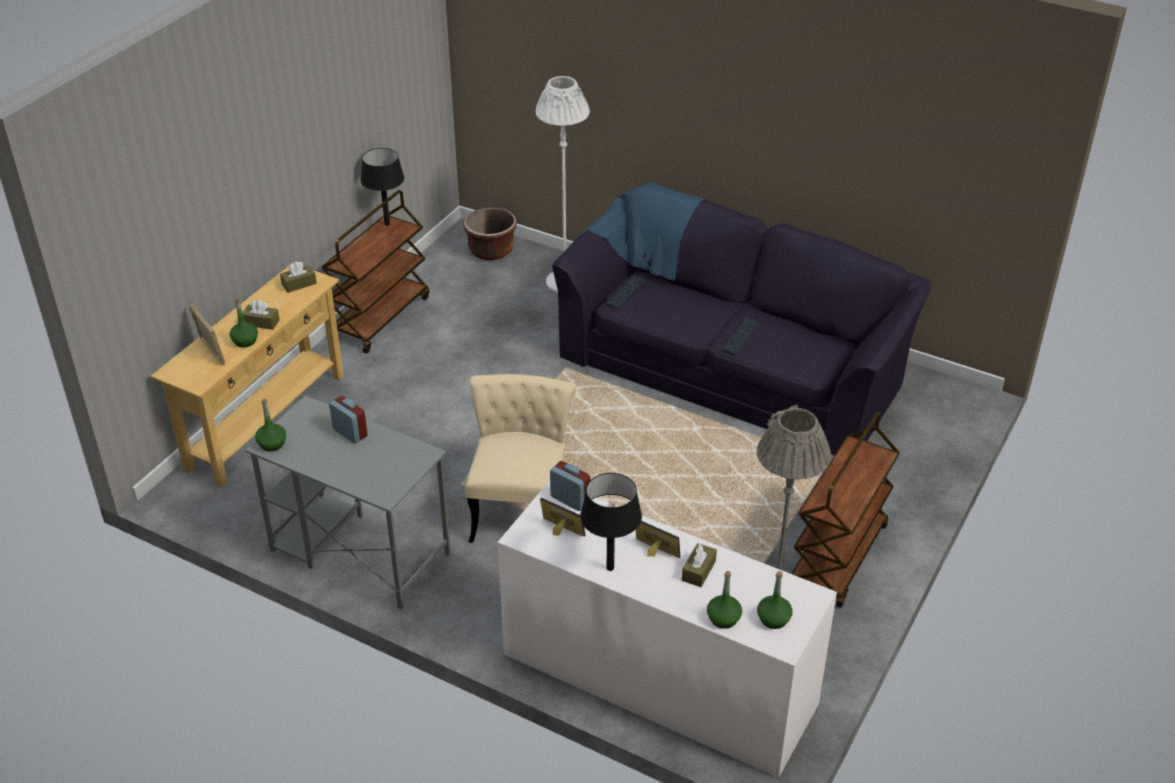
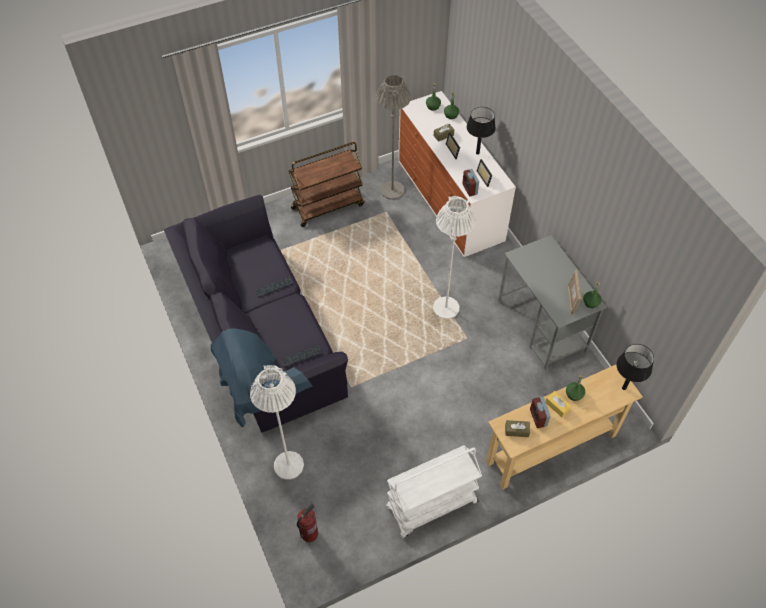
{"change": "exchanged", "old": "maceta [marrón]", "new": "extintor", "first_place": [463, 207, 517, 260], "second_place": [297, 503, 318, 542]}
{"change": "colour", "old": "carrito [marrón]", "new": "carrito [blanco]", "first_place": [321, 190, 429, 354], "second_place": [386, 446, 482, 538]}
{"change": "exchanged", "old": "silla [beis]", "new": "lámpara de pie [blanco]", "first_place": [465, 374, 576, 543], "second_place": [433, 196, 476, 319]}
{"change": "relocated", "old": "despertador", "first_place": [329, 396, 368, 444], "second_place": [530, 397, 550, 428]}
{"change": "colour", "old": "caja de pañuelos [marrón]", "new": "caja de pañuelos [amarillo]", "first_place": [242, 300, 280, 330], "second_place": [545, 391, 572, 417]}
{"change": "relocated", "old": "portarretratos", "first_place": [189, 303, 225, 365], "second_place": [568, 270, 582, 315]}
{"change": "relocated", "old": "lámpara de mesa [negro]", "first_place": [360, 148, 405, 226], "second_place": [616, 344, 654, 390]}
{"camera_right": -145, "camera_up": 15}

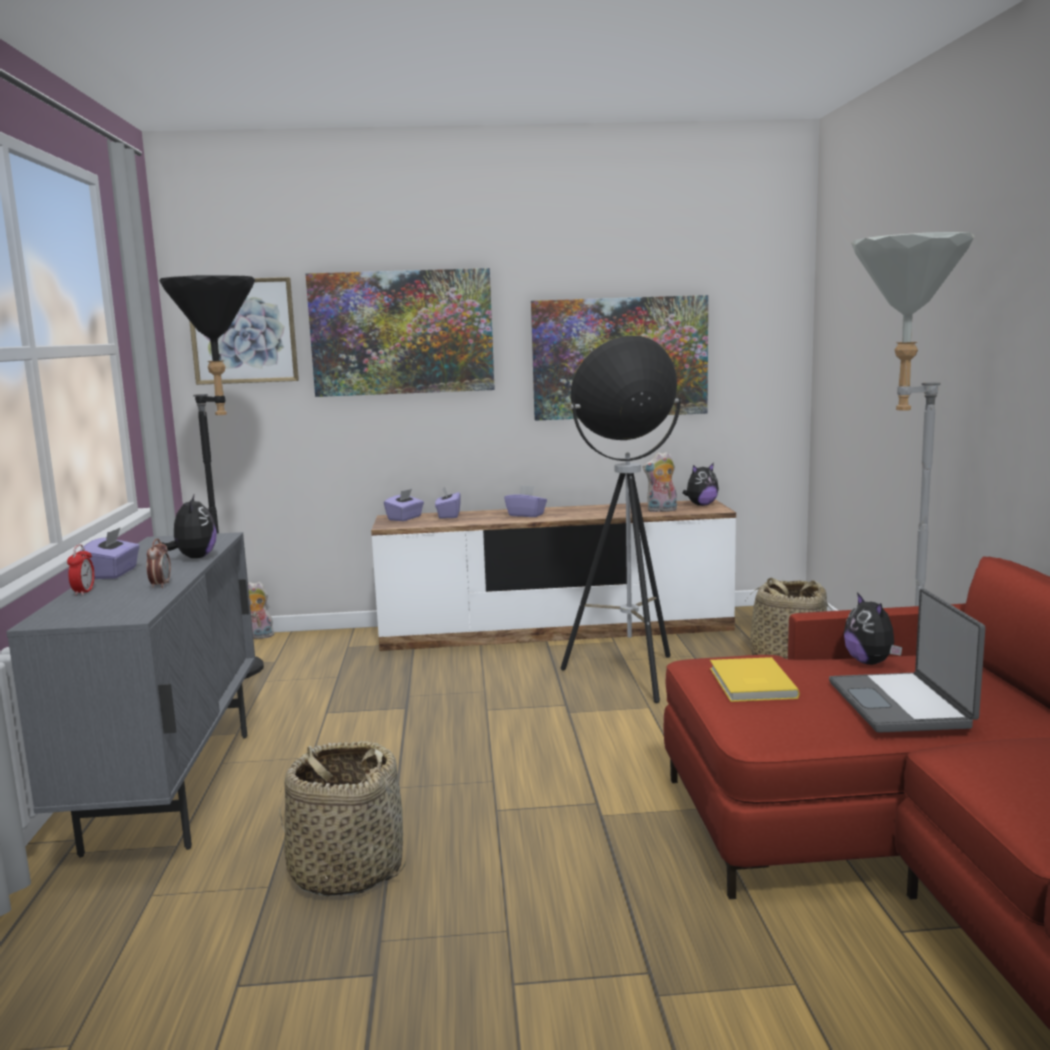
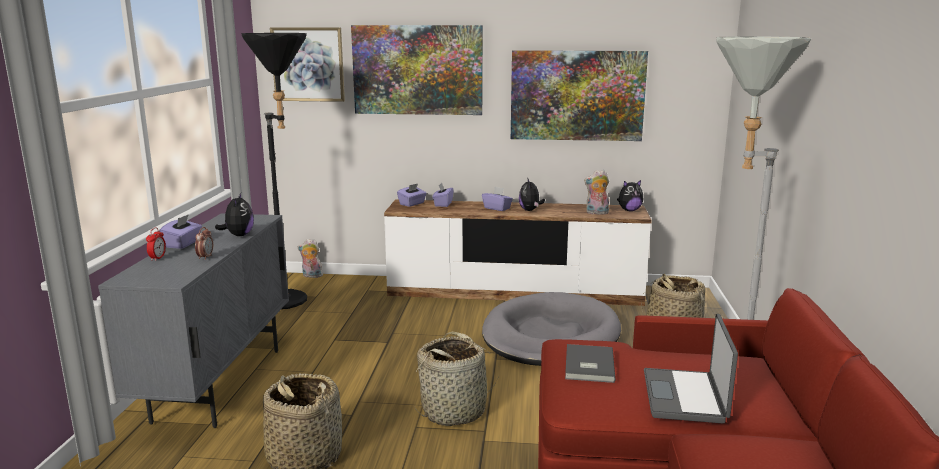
{"change": "appeared", "new": "cesta", "second_place": [414, 332, 499, 426]}
{"change": "exchanged", "old": "lámpara de pie", "new": "cama para perro [gris]", "first_place": [561, 335, 681, 703], "second_place": [482, 292, 621, 366]}
{"change": "relocated", "old": "peluche", "first_place": [844, 592, 902, 665], "second_place": [519, 179, 545, 211]}
{"change": "colour", "old": "libro [amarillo]", "new": "libro [gris]", "first_place": [710, 657, 800, 702], "second_place": [565, 344, 616, 383]}
{"camera_right": 10, "camera_up": 5}

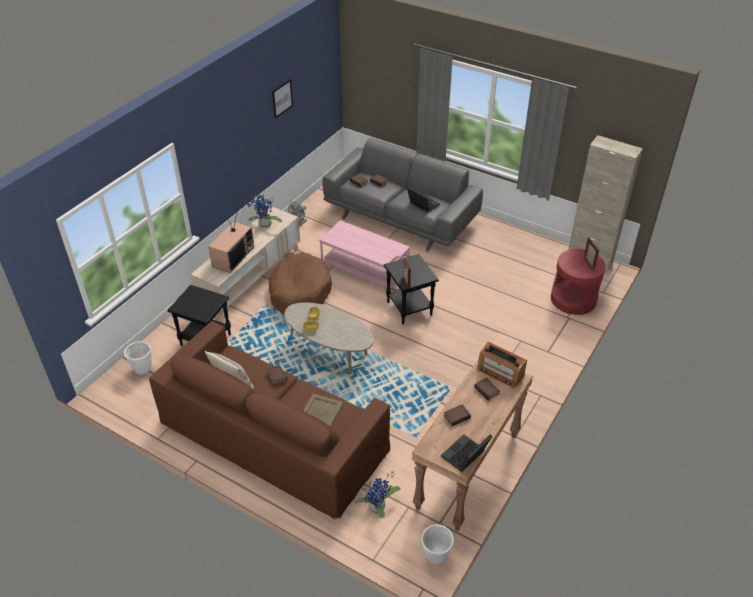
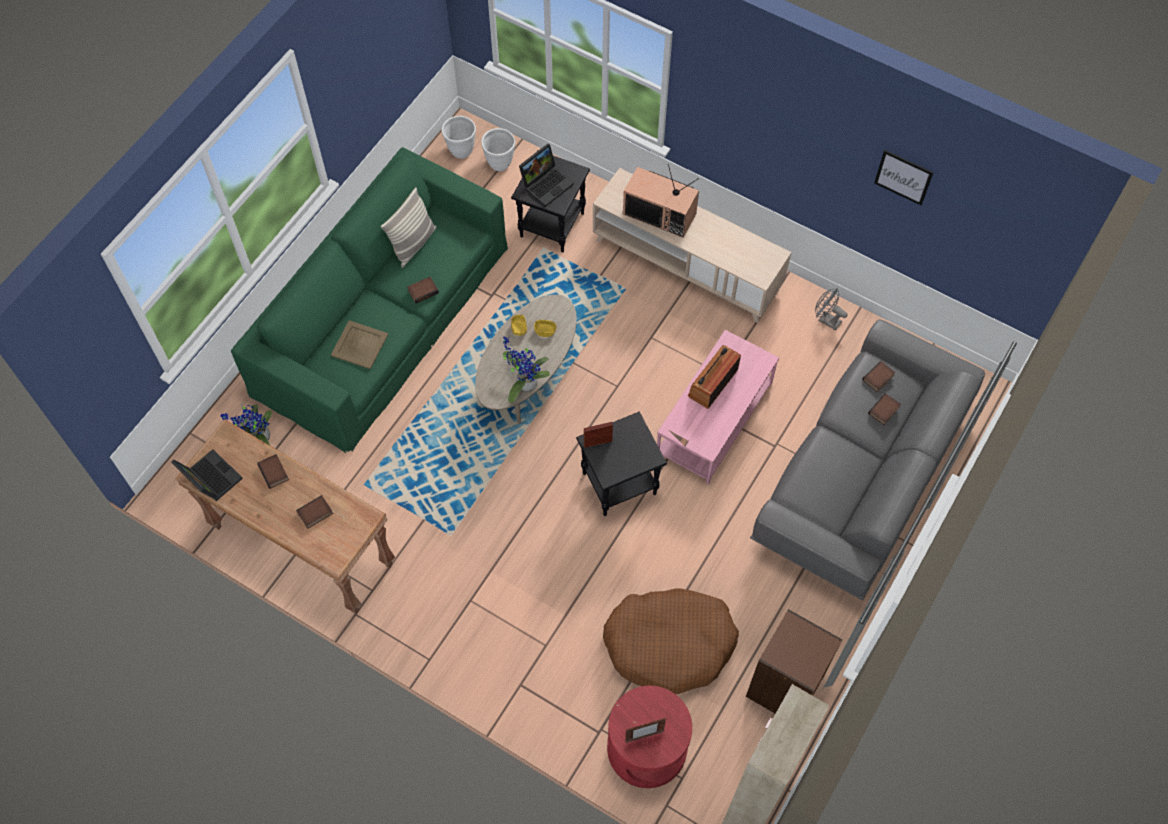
{"change": "colour", "old": "sofá [marrón]", "new": "sofá [verde]", "first_place": [149, 321, 390, 519], "second_place": [231, 147, 508, 453]}
{"change": "relocated", "old": "maceta [blanco]", "first_place": [422, 524, 454, 565], "second_place": [441, 116, 476, 159]}
{"change": "relocated", "old": "planta en maceta", "first_place": [247, 195, 282, 228], "second_place": [503, 337, 550, 403]}
{"change": "relocated", "old": "portátil", "first_place": [407, 187, 440, 212], "second_place": [519, 144, 574, 207]}
{"change": "relocated", "old": "cama para perro [marrón]", "first_place": [269, 252, 332, 314], "second_place": [603, 589, 739, 694]}
{"change": "relocated", "old": "radio", "first_place": [477, 342, 527, 388], "second_place": [688, 345, 741, 409]}
{"change": "appeared", "new": "estantería [marrón]", "second_place": [746, 609, 843, 714]}
{"camera_right": 90, "camera_up": 20}

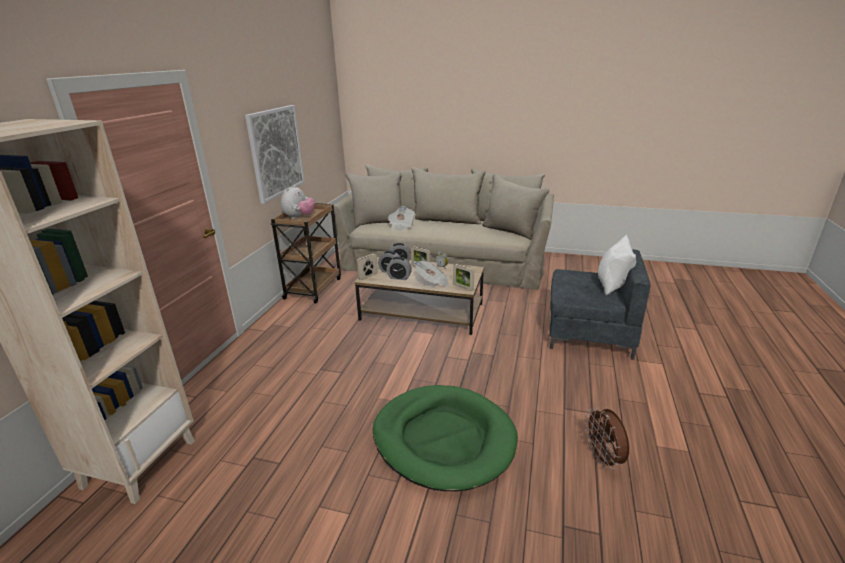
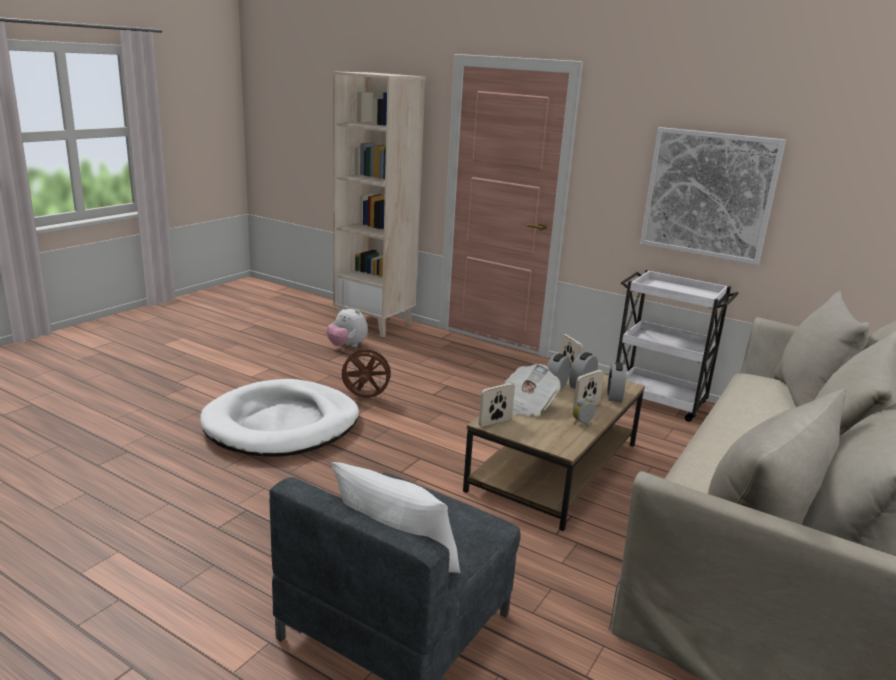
{"change": "colour", "old": "cama para perro [verde]", "new": "cama para perro [blanco]", "first_place": [373, 385, 518, 491], "second_place": [200, 379, 359, 457]}
{"change": "relocated", "old": "peluche", "first_place": [281, 185, 315, 219], "second_place": [326, 306, 368, 347]}
{"change": "relocated", "old": "ventilador [marrón]", "first_place": [584, 408, 629, 469], "second_place": [341, 346, 394, 398]}
{"change": "colour", "old": "carrito [marrón]", "new": "carrito [blanco]", "first_place": [271, 203, 341, 303], "second_place": [616, 270, 739, 422]}
{"change": "missing", "old": "periódico", "first_place": [388, 206, 416, 231]}
{"camera_right": 105, "camera_up": -5}

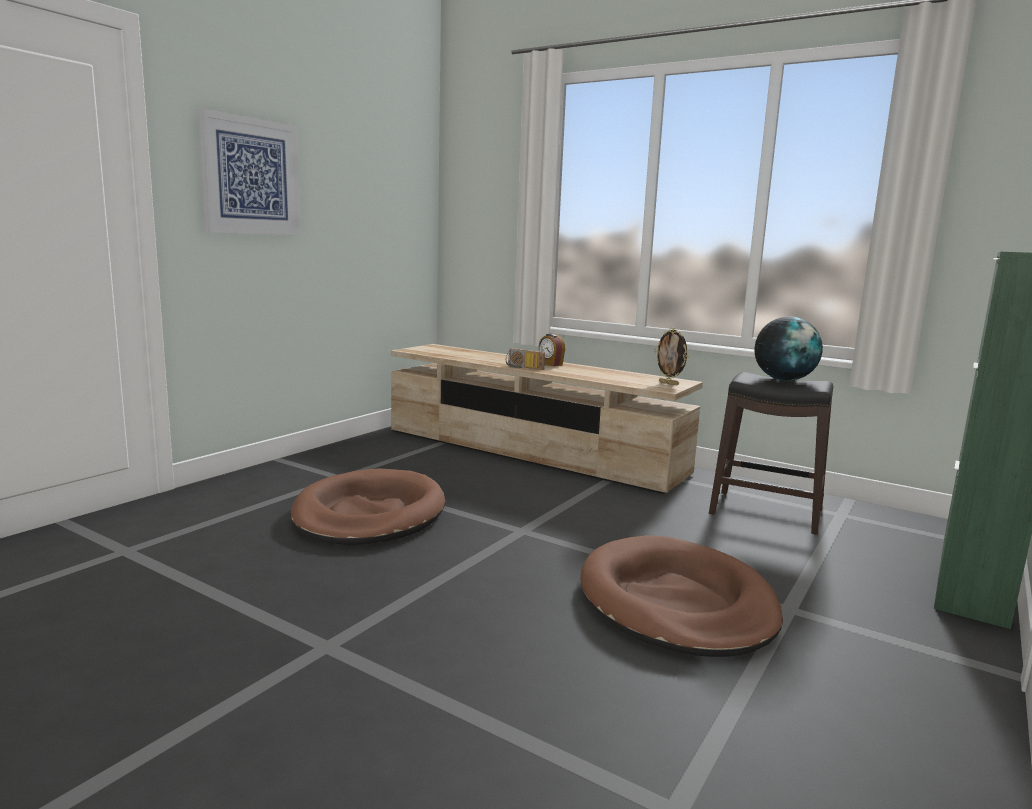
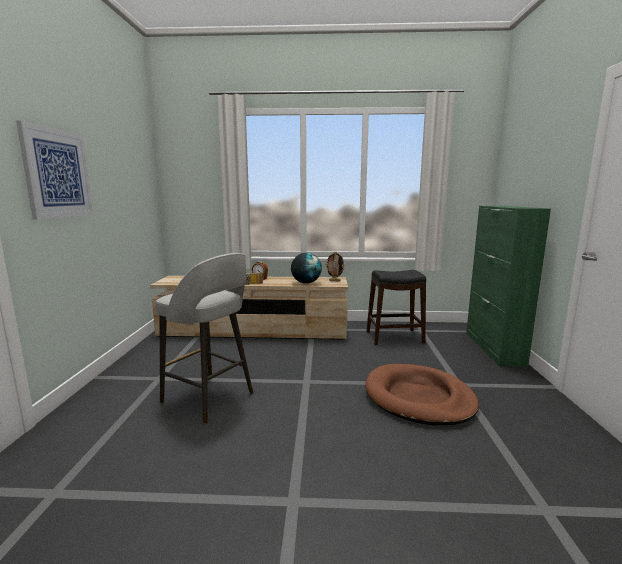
{"change": "exchanged", "old": "cama para perro [marrón]", "new": "taburete [gris]", "first_place": [291, 468, 445, 545], "second_place": [156, 253, 254, 424]}
{"change": "relocated", "old": "globo terráqueo", "first_place": [754, 316, 823, 381], "second_place": [291, 253, 322, 284]}
{"camera_right": -30, "camera_up": 0}

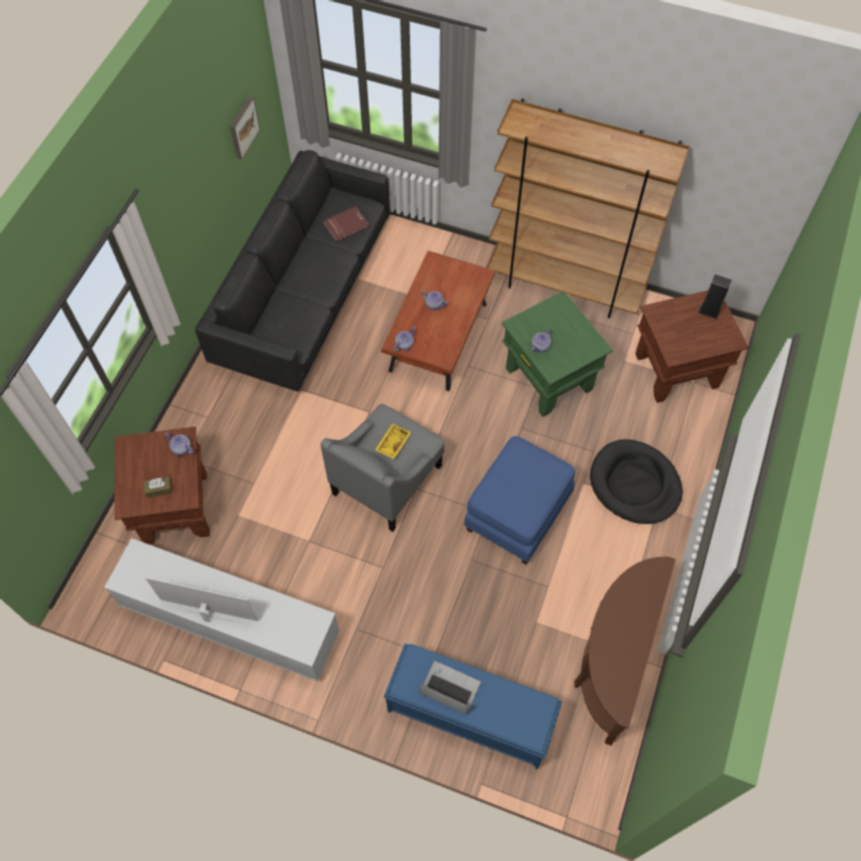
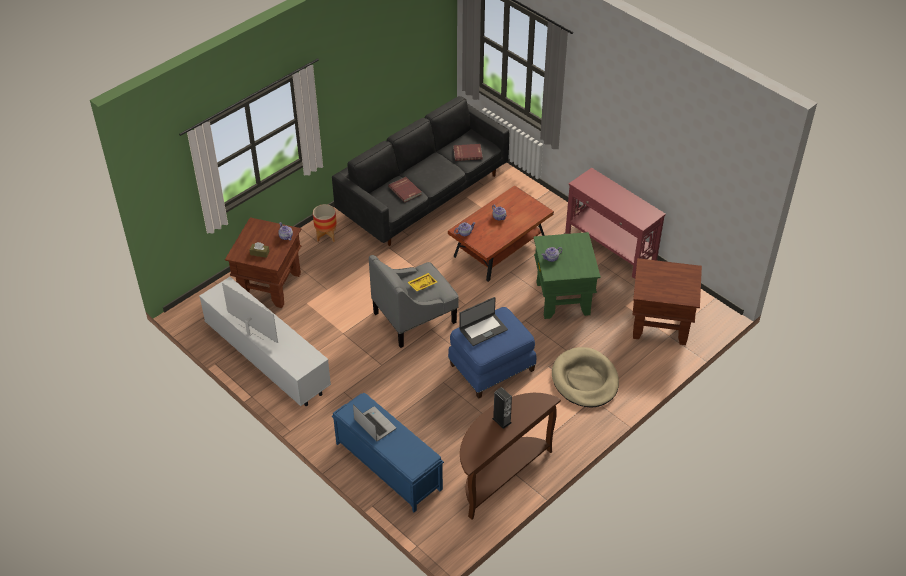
{"change": "appeared", "new": "maceta", "second_place": [313, 204, 337, 242]}
{"change": "appeared", "new": "libro [rojo]", "second_place": [388, 177, 422, 203]}
{"change": "appeared", "new": "portátil", "second_place": [459, 297, 508, 346]}
{"change": "relocated", "old": "altavoz", "first_place": [698, 274, 732, 319], "second_place": [492, 387, 512, 429]}
{"change": "colour", "old": "cama para perro [negro]", "new": "cama para perro [beis]", "first_place": [590, 439, 683, 524], "second_place": [552, 347, 619, 408]}
{"change": "exchanged", "old": "estantería [marrón]", "new": "mesa consola [rojo]", "first_place": [487, 98, 690, 318], "second_place": [565, 168, 666, 279]}
{"change": "missing", "old": "cuadro", "first_place": [230, 96, 260, 160]}
{"camera_right": 25, "camera_up": -15}

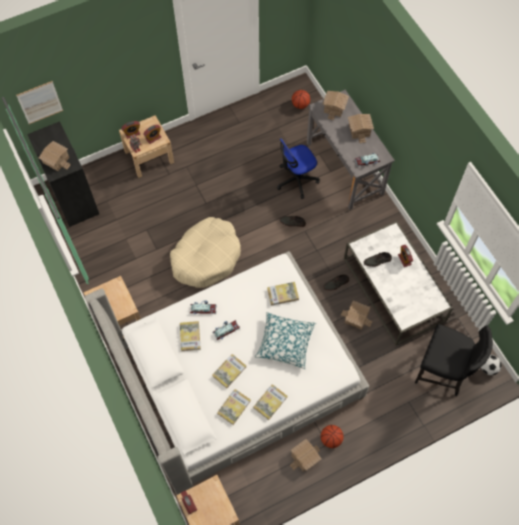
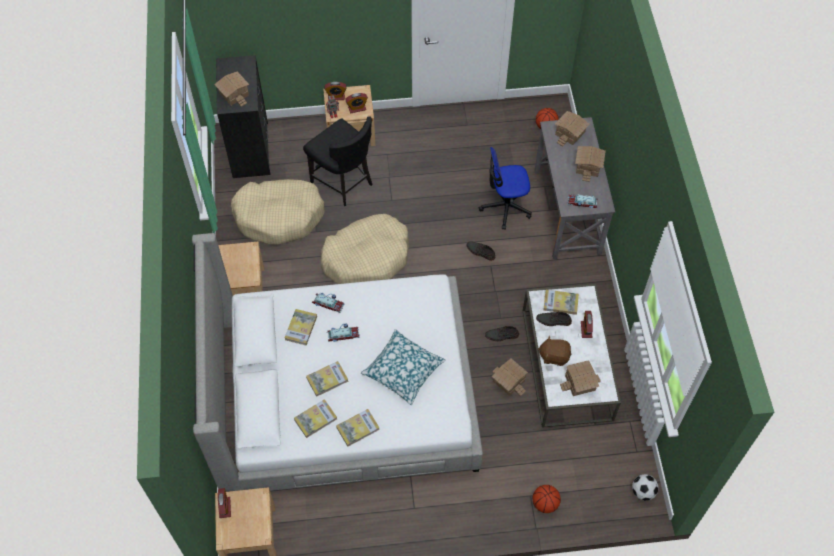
{"change": "appeared", "new": "cama para perro [beis]", "second_place": [231, 179, 325, 245]}
{"change": "relocated", "old": "silla [negro]", "first_place": [415, 324, 493, 396], "second_place": [303, 116, 372, 206]}
{"change": "relocated", "old": "balón de baloncesto", "first_place": [321, 425, 344, 448], "second_place": [533, 485, 561, 513]}
{"change": "appeared", "new": "peluche [marrón]", "second_place": [538, 336, 571, 366]}
{"change": "relocated", "old": "libro", "first_place": [267, 282, 299, 306], "second_place": [543, 290, 579, 315]}
{"change": "relocated", "old": "casita", "first_place": [290, 439, 321, 472], "second_place": [560, 360, 601, 396]}
{"change": "missing", "old": "cuadro", "first_place": [16, 81, 63, 124]}
{"camera_right": 20, "camera_up": -5}

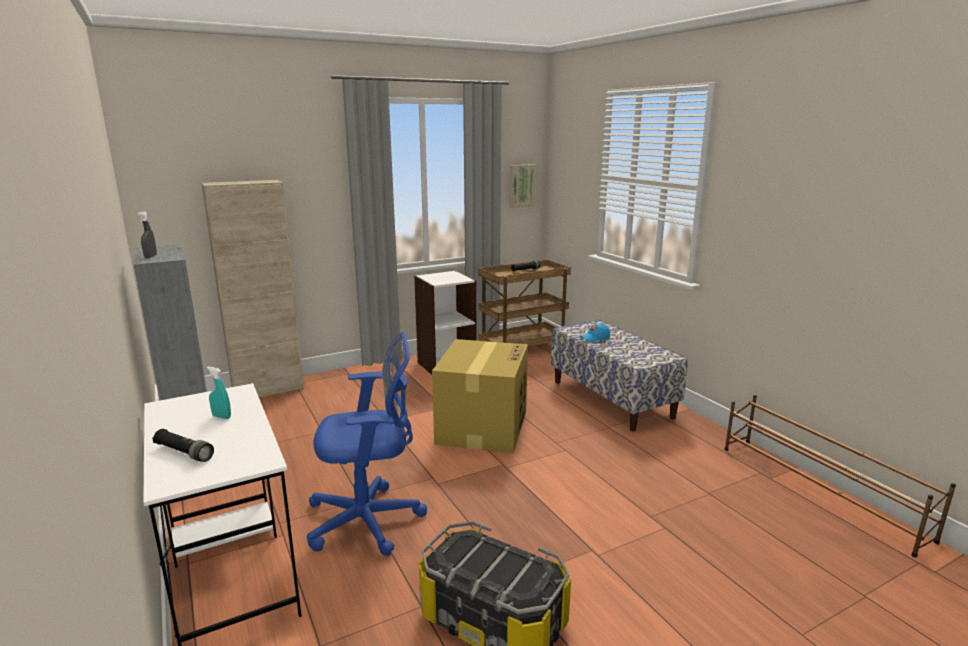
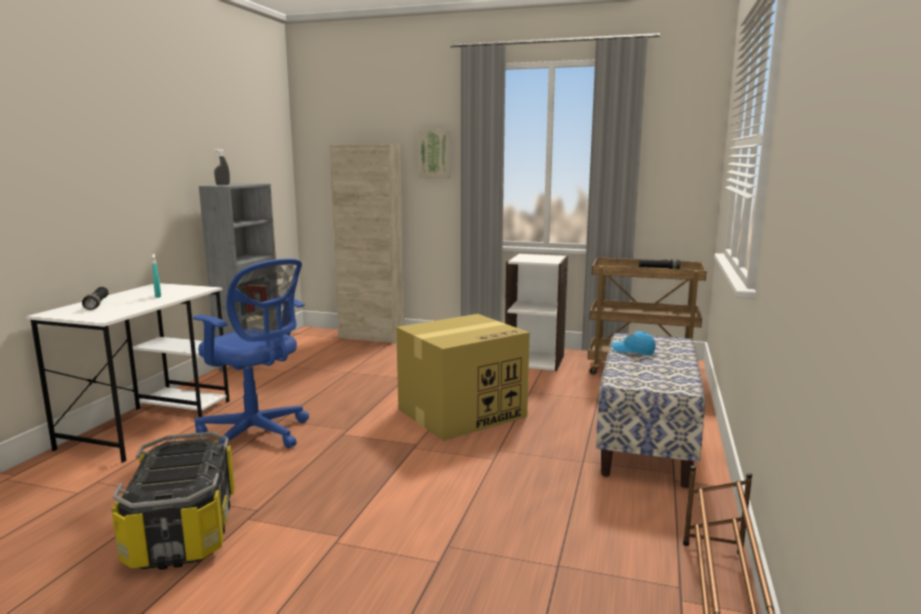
{"change": "relocated", "old": "cuadro", "first_place": [509, 164, 536, 208], "second_place": [419, 130, 451, 179]}
{"camera_right": 45, "camera_up": -5}

